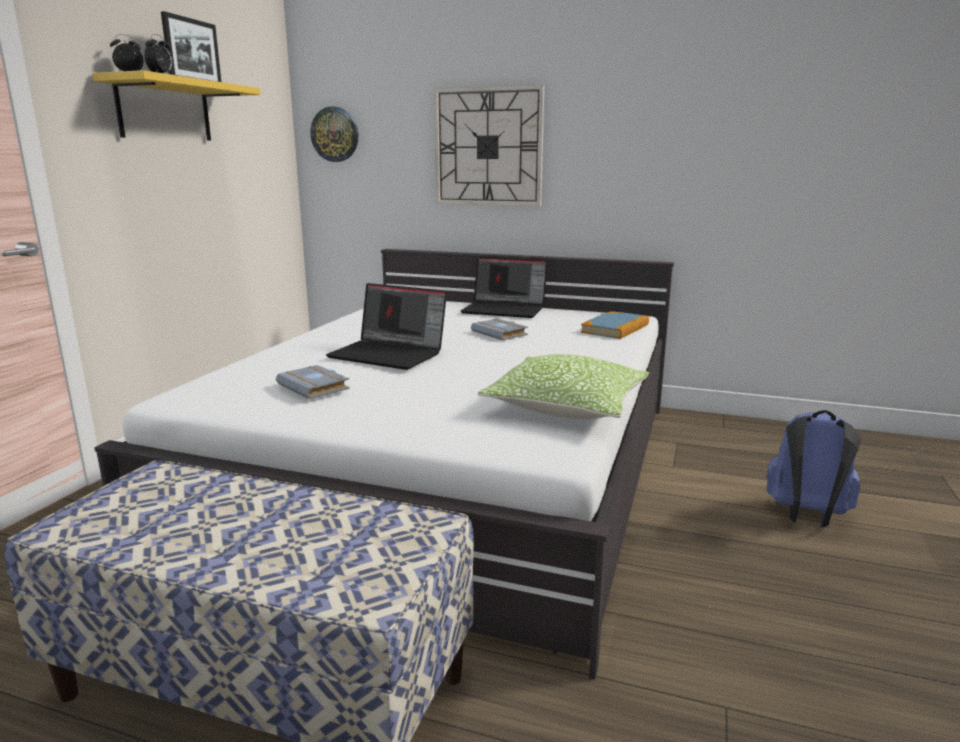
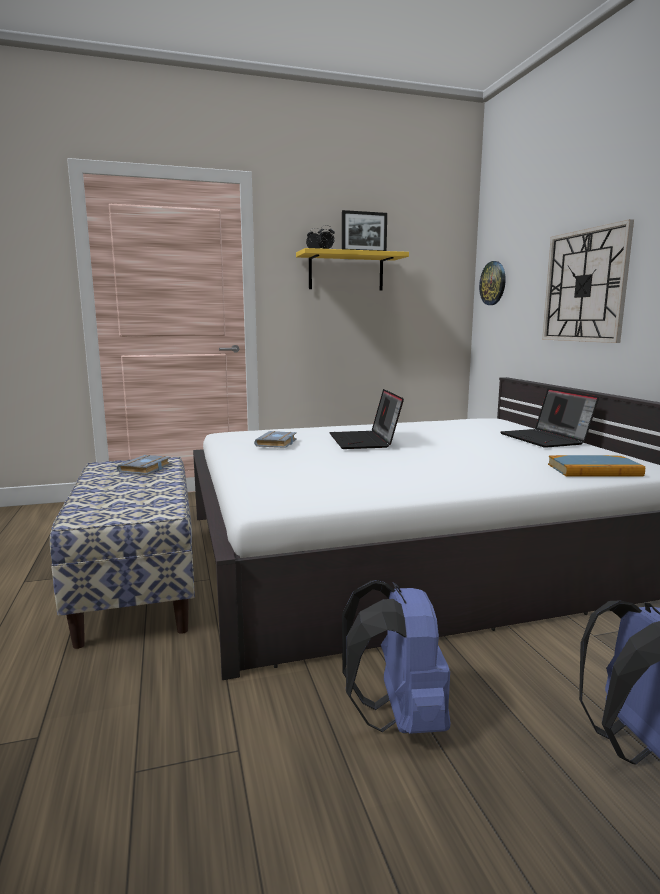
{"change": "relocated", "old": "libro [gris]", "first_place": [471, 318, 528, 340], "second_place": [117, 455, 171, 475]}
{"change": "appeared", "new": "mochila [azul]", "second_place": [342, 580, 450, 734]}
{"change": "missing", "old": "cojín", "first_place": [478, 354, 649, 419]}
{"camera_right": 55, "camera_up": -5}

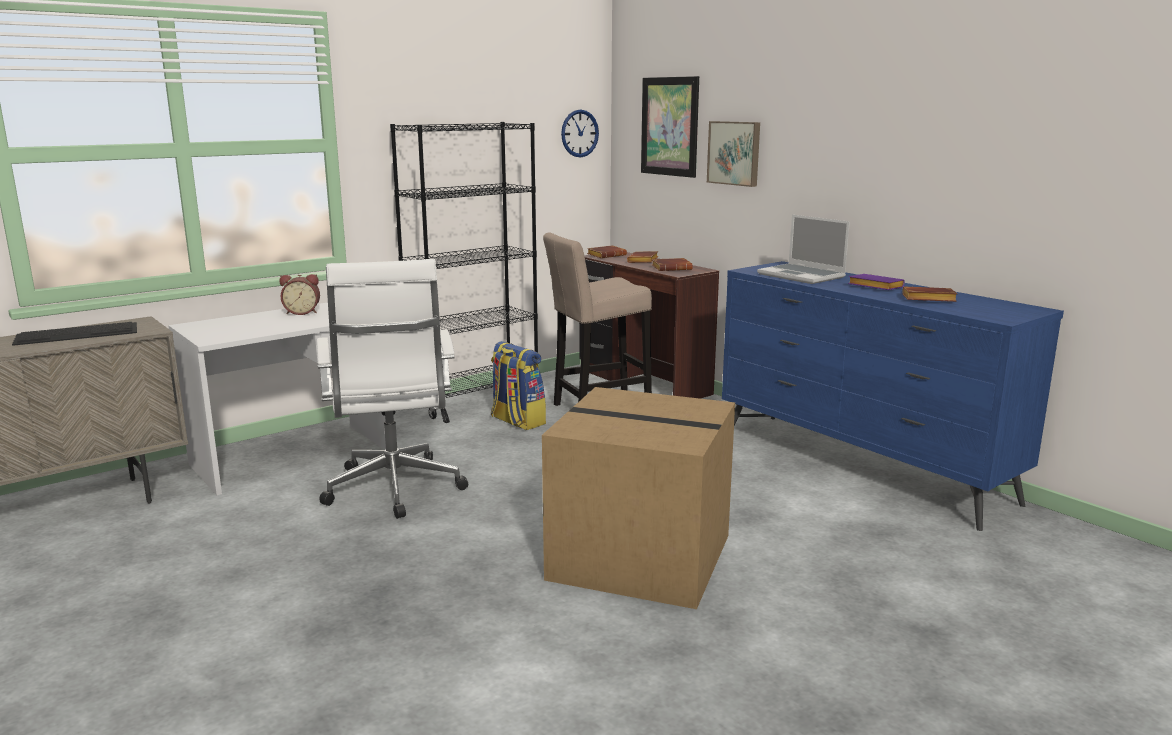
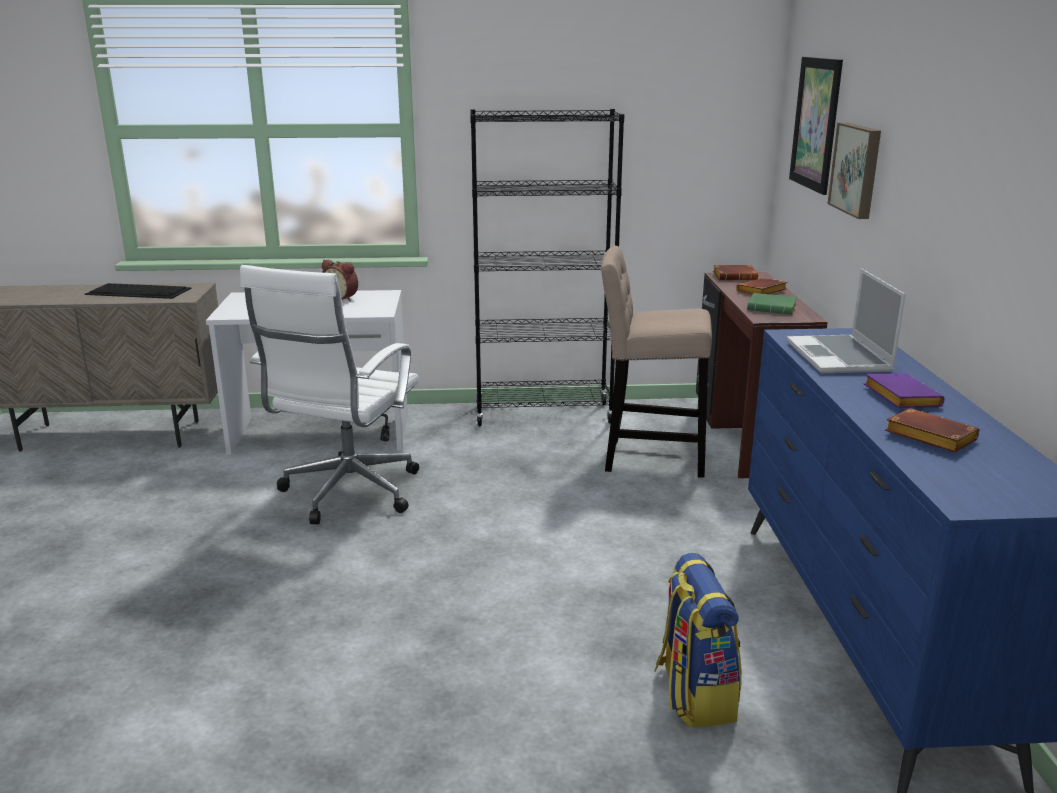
{"change": "relocated", "old": "mochila", "first_place": [491, 341, 546, 430], "second_place": [654, 553, 742, 728]}
{"change": "colour", "old": "libro [marrón]", "new": "libro [verde]", "first_place": [652, 258, 693, 271], "second_place": [747, 293, 797, 315]}
{"change": "missing", "old": "caja de cartón", "first_place": [542, 387, 735, 609]}
{"change": "missing", "old": "reloj de pared", "first_place": [561, 110, 599, 157]}
{"camera_right": 35, "camera_up": 5}

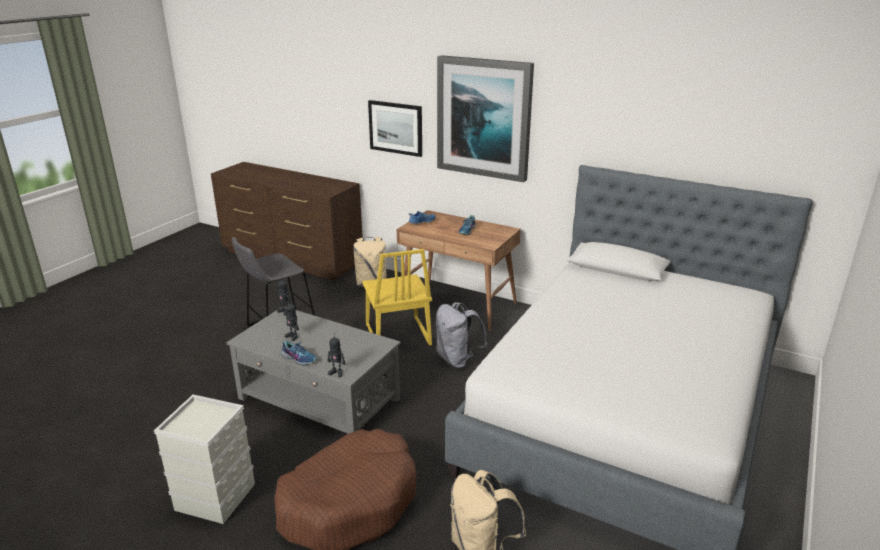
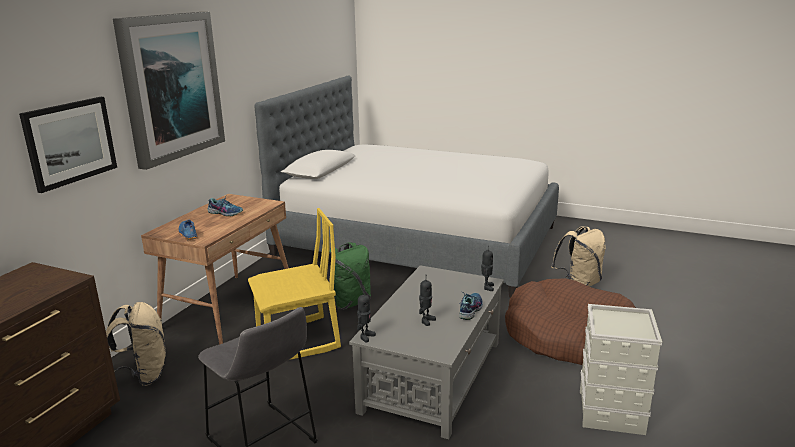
{"change": "colour", "old": "mochila [gris]", "new": "mochila [verde]", "first_place": [436, 302, 487, 369], "second_place": [328, 242, 371, 310]}
{"camera_right": -95, "camera_up": -5}

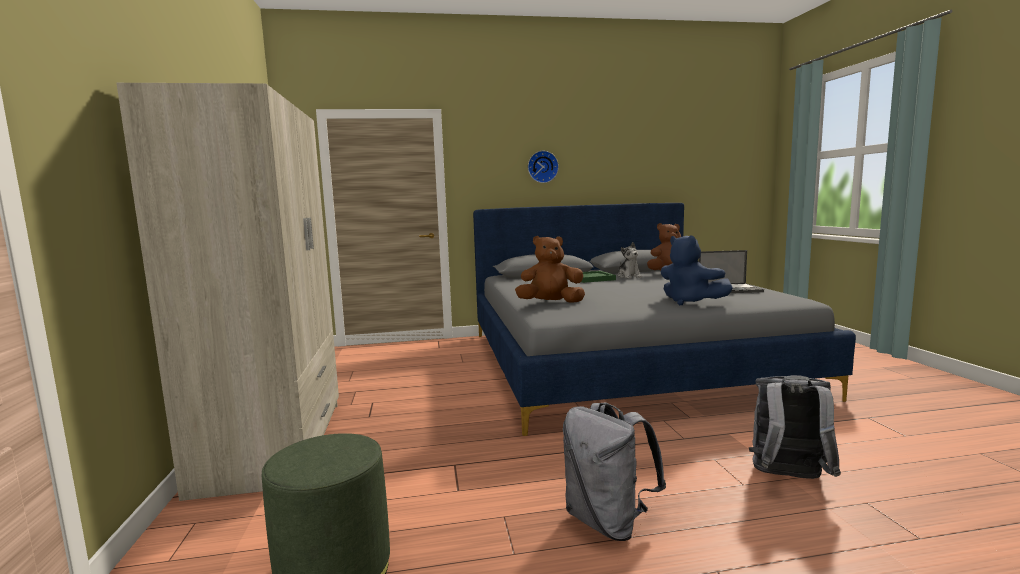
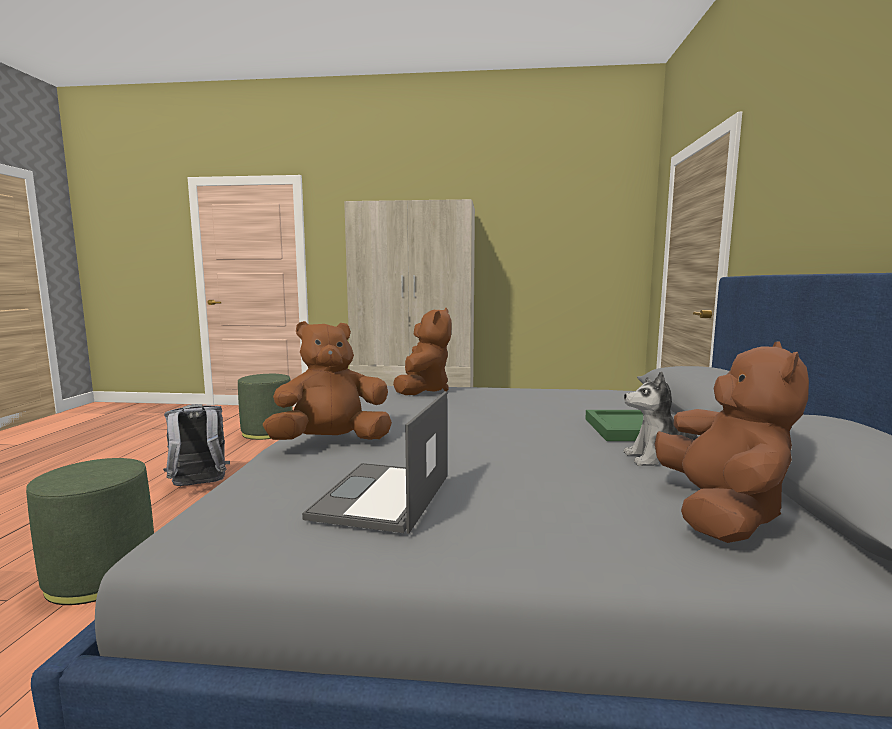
{"change": "exchanged", "old": "mochila [gris]", "new": "puf [verde]", "first_place": [749, 375, 841, 479], "second_place": [26, 458, 154, 605]}
{"change": "colour", "old": "peluche [azul]", "new": "peluche [marrón]", "first_place": [661, 235, 733, 306], "second_place": [263, 321, 392, 440]}
{"change": "missing", "old": "reloj de pared", "first_place": [528, 151, 559, 183]}
{"camera_right": 105, "camera_up": 0}

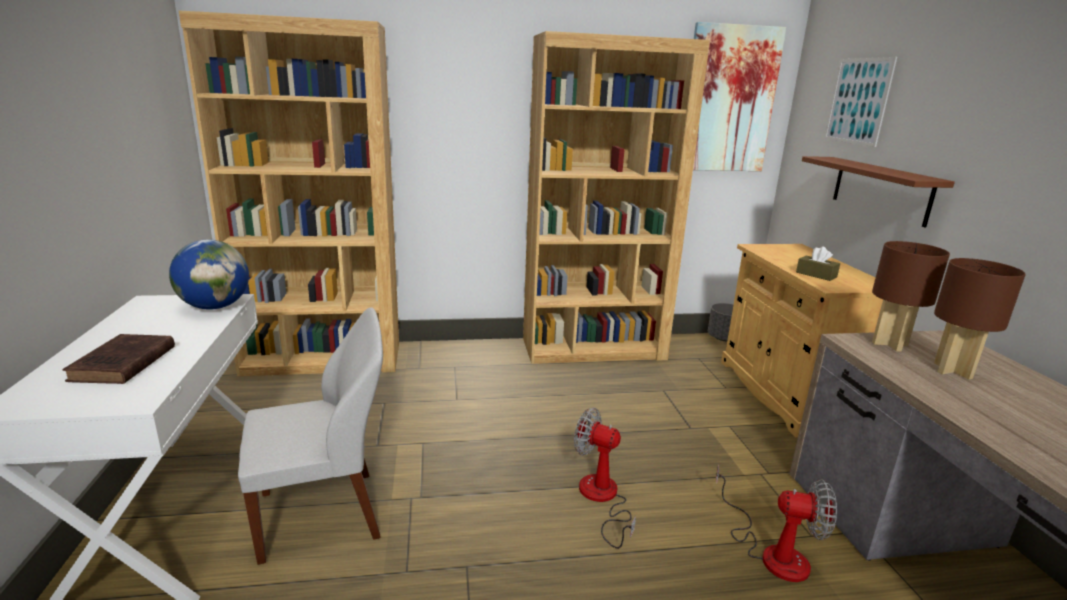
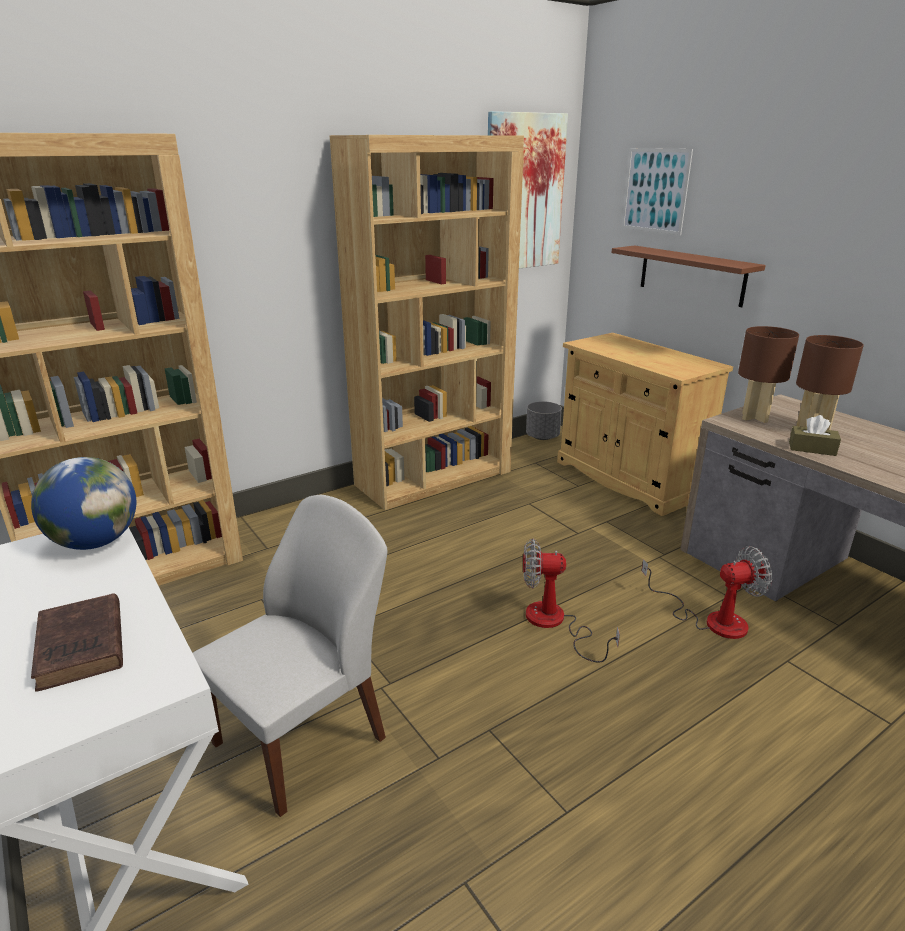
{"change": "relocated", "old": "caja de pañuelos [marrón]", "first_place": [796, 247, 840, 281], "second_place": [789, 415, 841, 456]}
{"camera_right": -25, "camera_up": 5}

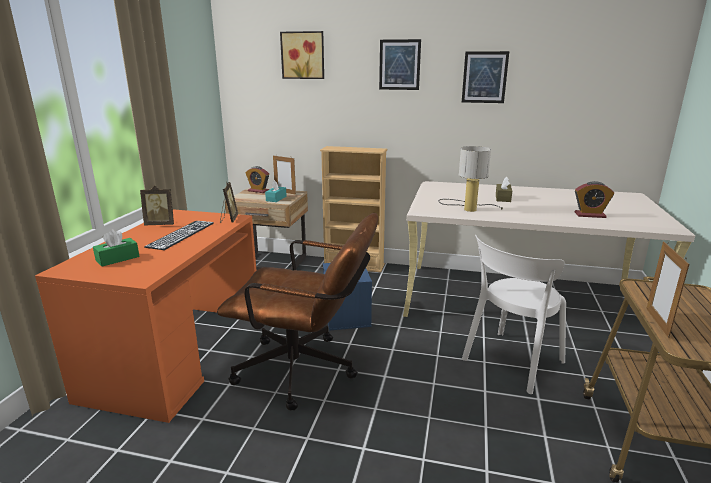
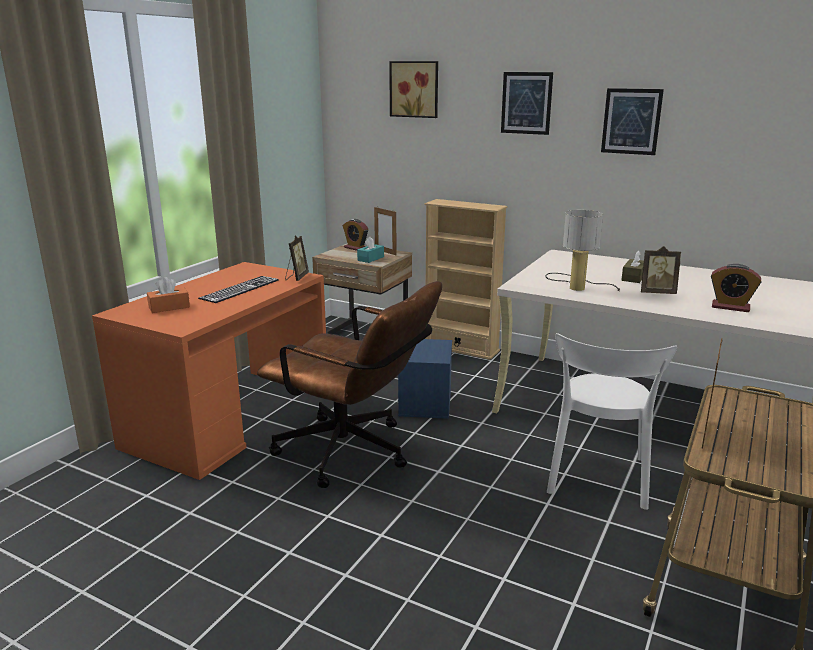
{"change": "colour", "old": "caja de pañuelos [verde]", "new": "caja de pañuelos [naranja]", "first_place": [93, 229, 140, 267], "second_place": [147, 277, 190, 313]}
{"change": "spun", "old": "silla [blanco]", "first_place": [462, 235, 566, 394], "second_place": [547, 333, 677, 510], "degrees": -45}
{"change": "relocated", "old": "portarretratos", "first_place": [140, 185, 174, 225], "second_place": [641, 246, 681, 294]}
{"camera_right": 15, "camera_up": 0}

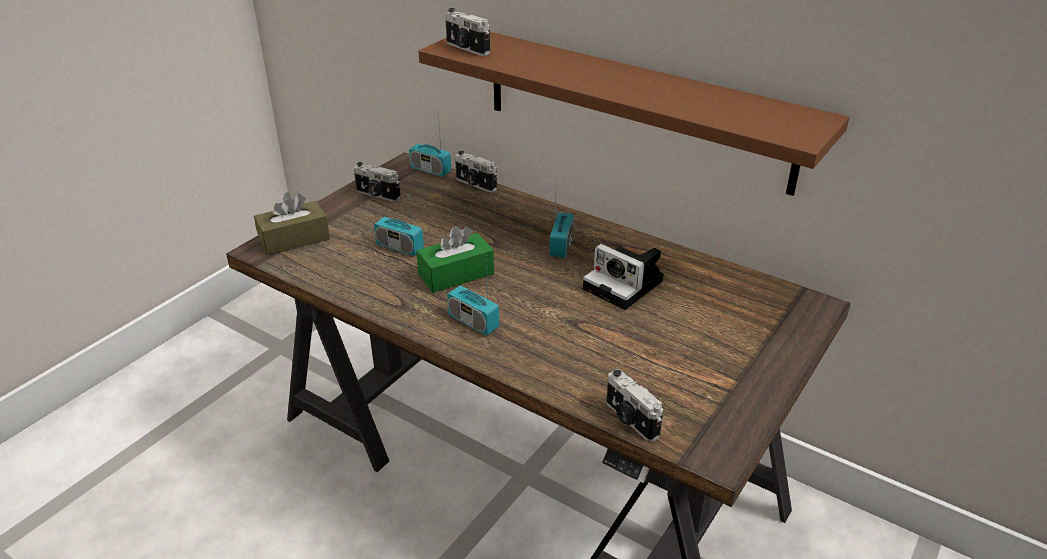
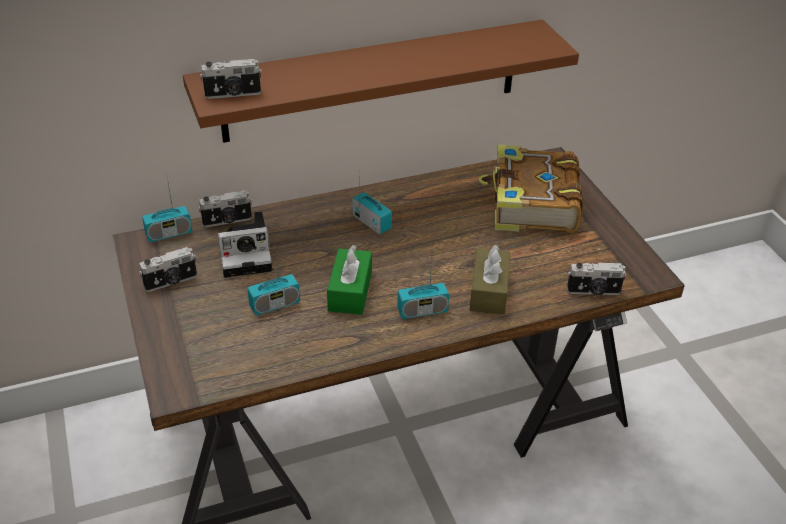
{"change": "relocated", "old": "cámara", "first_place": [583, 244, 664, 310], "second_place": [218, 211, 272, 278]}
{"change": "relocated", "old": "caja de pañuelos [marrón]", "first_place": [254, 192, 330, 255], "second_place": [470, 245, 510, 315]}
{"change": "appeared", "new": "libro", "second_place": [478, 145, 583, 233]}
{"camera_right": -55, "camera_up": 5}

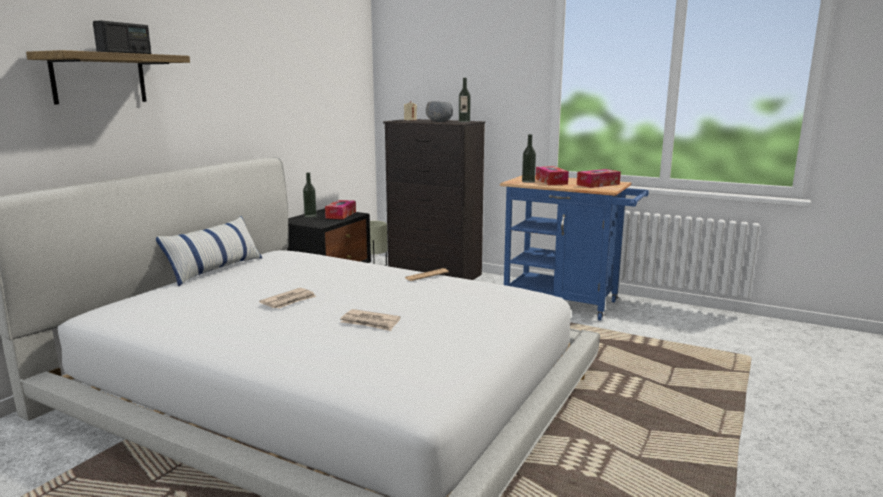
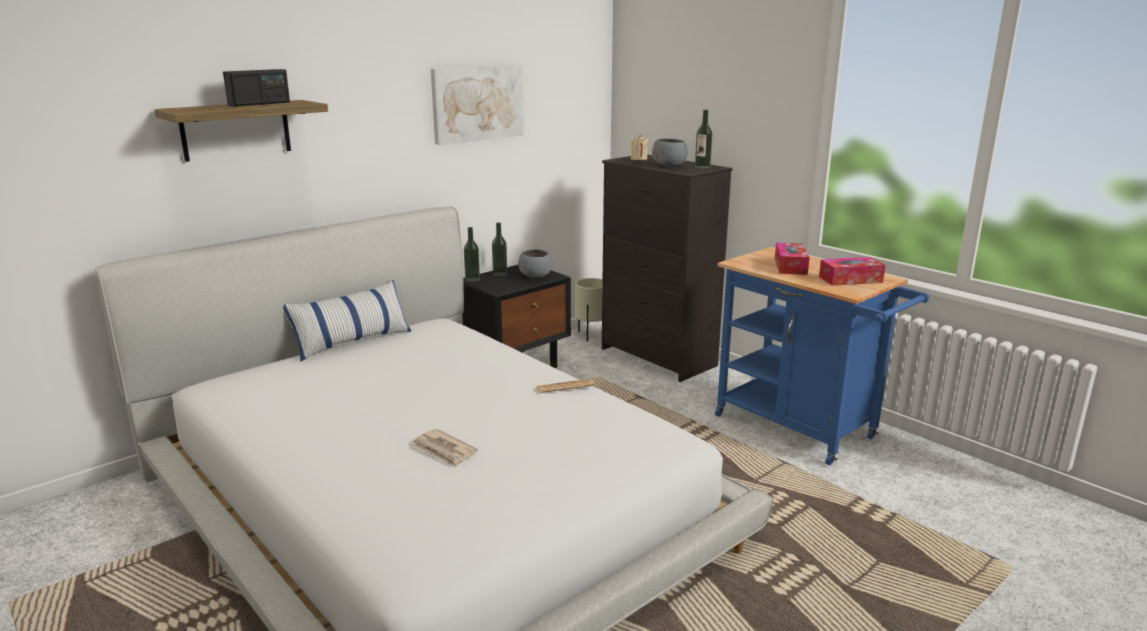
{"change": "appeared", "new": "cuadro", "second_place": [431, 65, 524, 145]}
{"change": "relocated", "old": "botella", "first_place": [522, 134, 536, 183], "second_place": [464, 227, 480, 282]}
{"change": "exchanged", "old": "caja de pañuelos", "new": "cuenco [gris]", "first_place": [325, 200, 356, 219], "second_place": [518, 249, 552, 278]}
{"change": "missing", "old": "periódico", "first_place": [259, 288, 316, 309]}
{"camera_right": 20, "camera_up": 5}

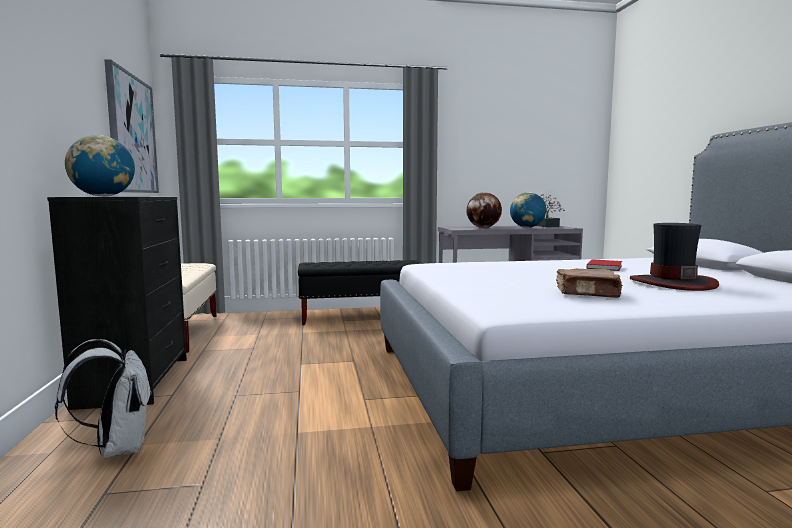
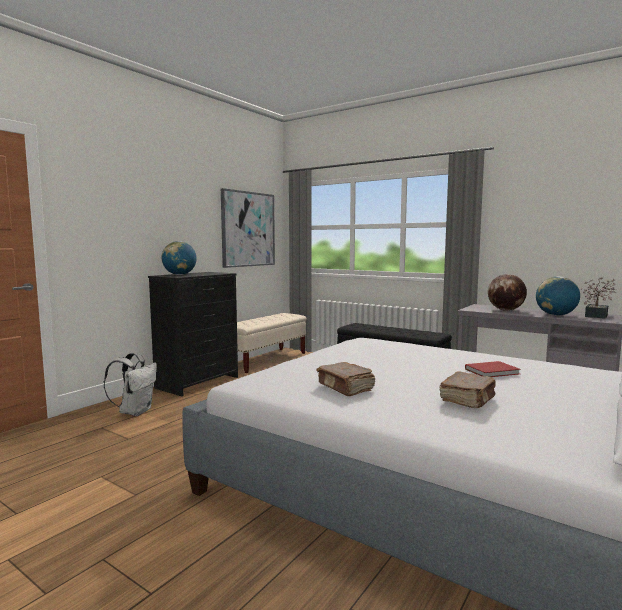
{"change": "exchanged", "old": "sombrero", "new": "libro [marrón]", "first_place": [630, 223, 719, 291], "second_place": [439, 371, 496, 408]}
{"camera_right": 45, "camera_up": 0}

